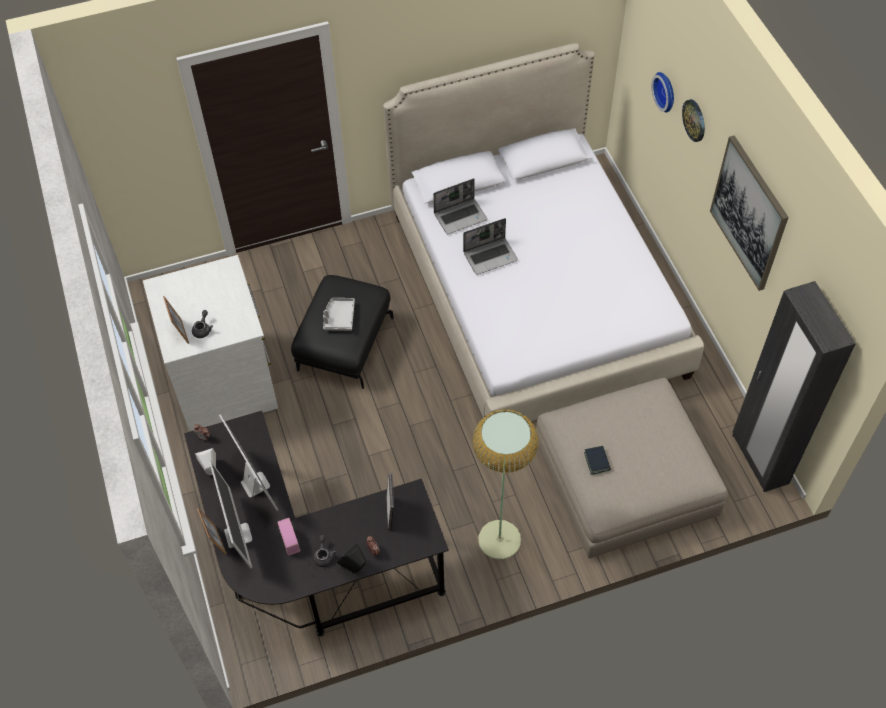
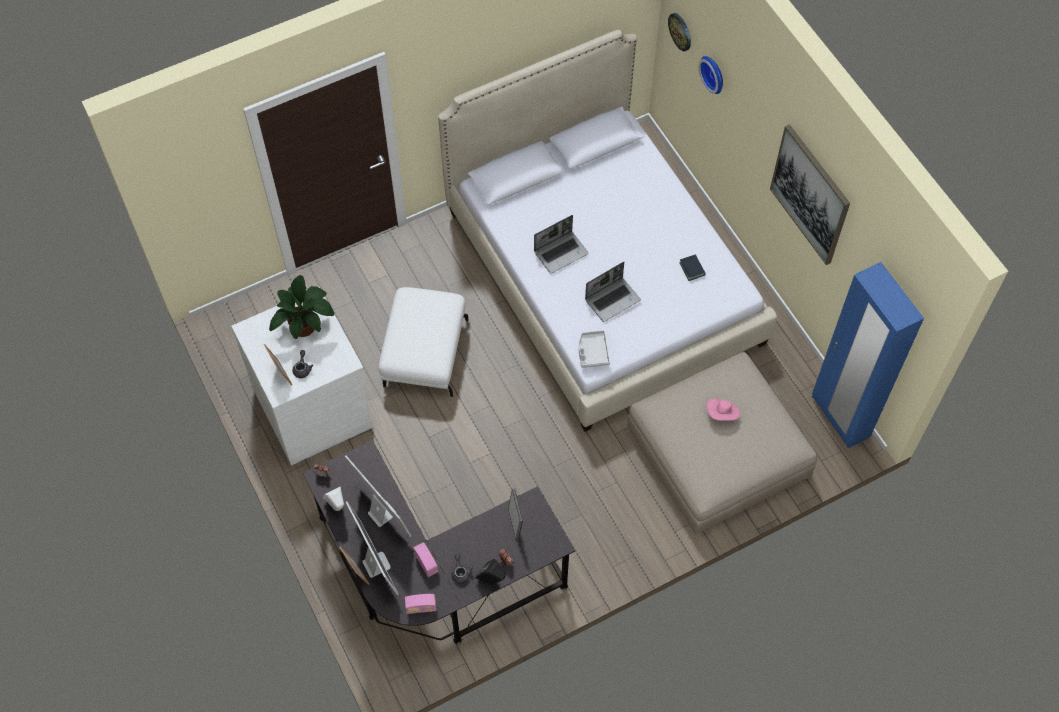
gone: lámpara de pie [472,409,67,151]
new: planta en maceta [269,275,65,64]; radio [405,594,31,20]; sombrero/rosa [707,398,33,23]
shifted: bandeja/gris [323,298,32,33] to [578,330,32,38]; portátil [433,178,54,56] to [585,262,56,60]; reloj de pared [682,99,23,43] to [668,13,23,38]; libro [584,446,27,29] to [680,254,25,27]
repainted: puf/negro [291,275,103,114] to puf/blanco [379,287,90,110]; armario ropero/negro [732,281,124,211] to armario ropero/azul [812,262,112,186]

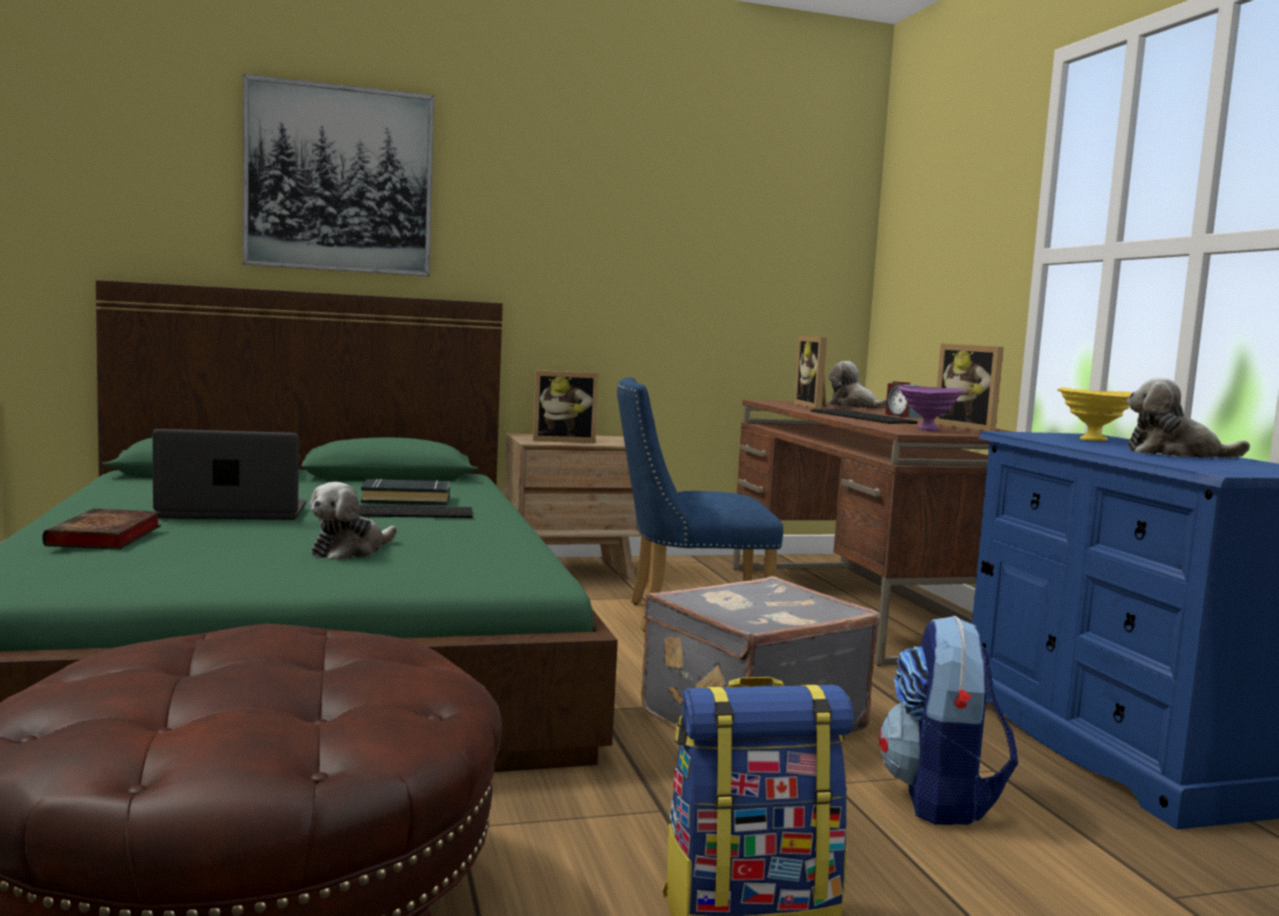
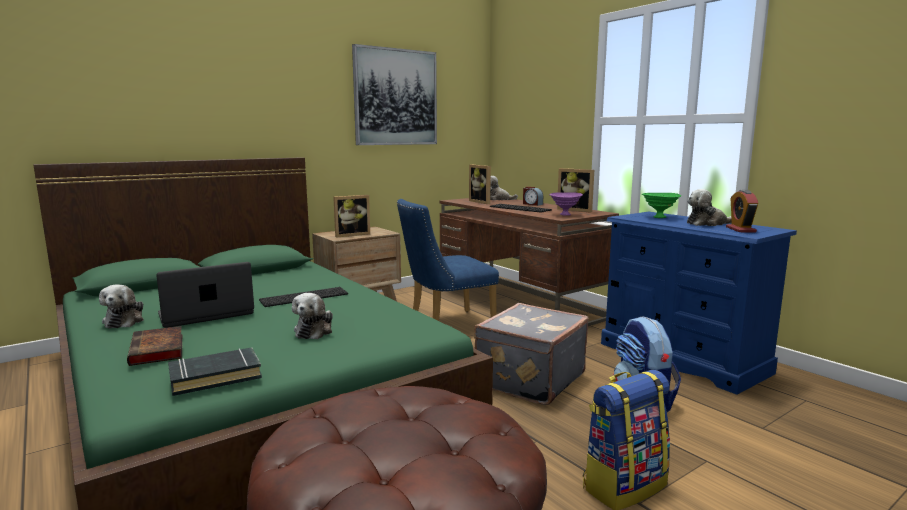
new: peluche [99,284,45,45]; despertador [726,190,32,43]
shifted: libro/negro [361,479,89,26] to [168,347,94,49]; cuadro [243,74,191,202] to [352,44,85,101]
repainted: cuenco/amarillo [1057,387,76,54] to cuenco/verde [642,193,39,25]

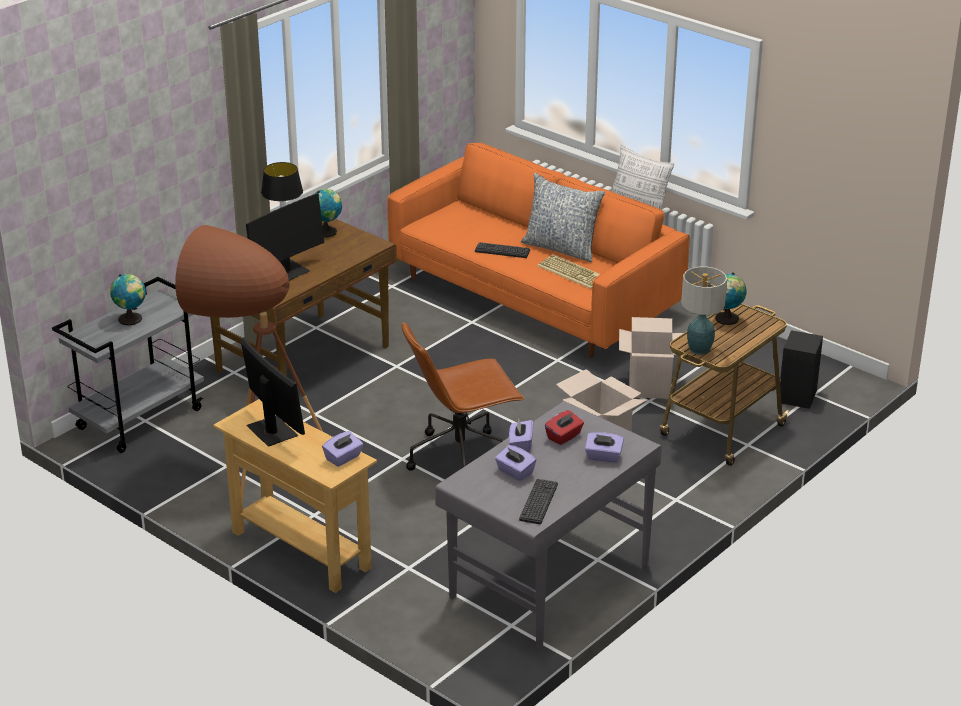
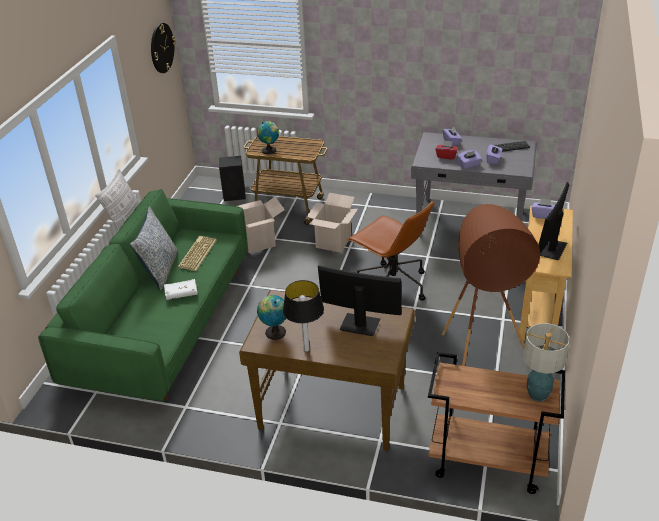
gone: globo terráqueo [110,274,36,52]
new: reloj de pared [151,23,24,50]
shifted: lámpara de mesa [681,267,46,88] to [523,323,47,79]
swapped: teclado [475,242,55,16] to libro/blanco [164,279,34,21]
repainted: sofá/naranja [387,143,303,215] to sofá/verde [38,189,210,213]; carrito/gris [52,277,152,176] to carrito/marrón [428,352,137,142]

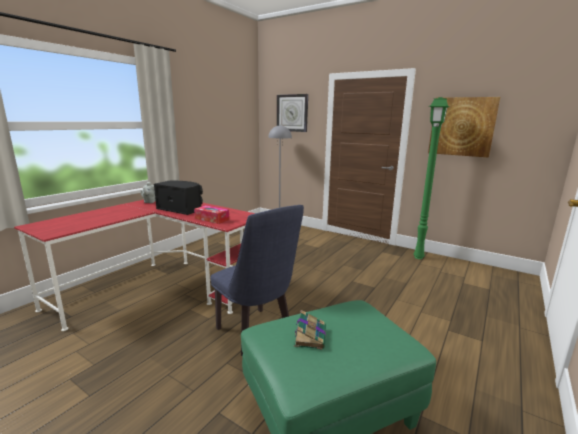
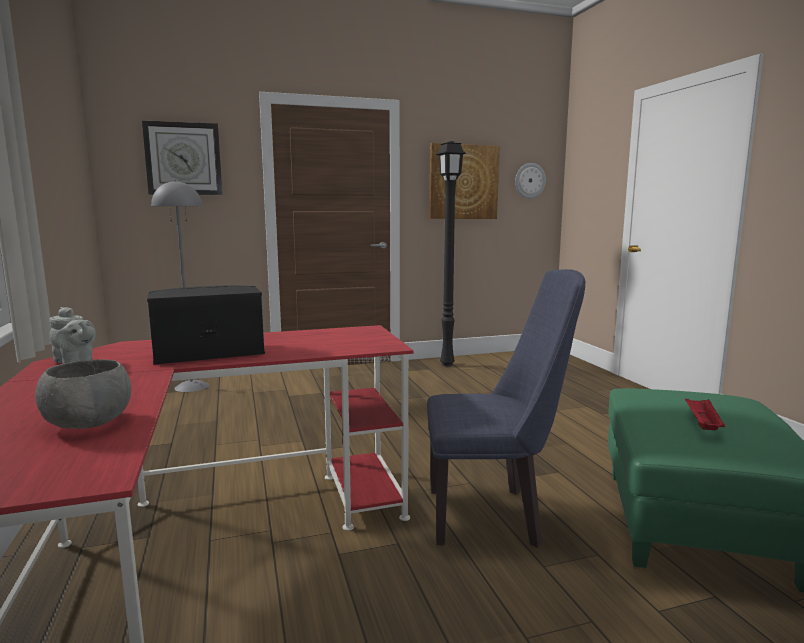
gone: caja de pañuelos [194,205,35,19]
new: cuenco/gris [35,359,96,70]; reloj de pared [515,163,31,35]
swapped: libro [294,310,32,39] to bandeja/rojo [685,398,40,32]
repainted: lámpara de pie/verde [413,97,36,162] to lámpara de pie/negro [436,141,30,225]

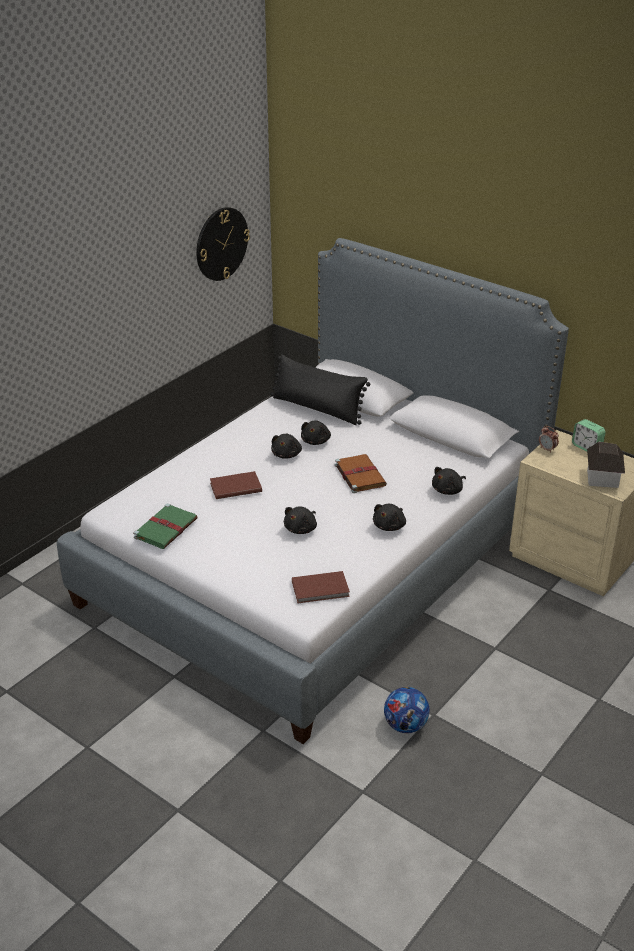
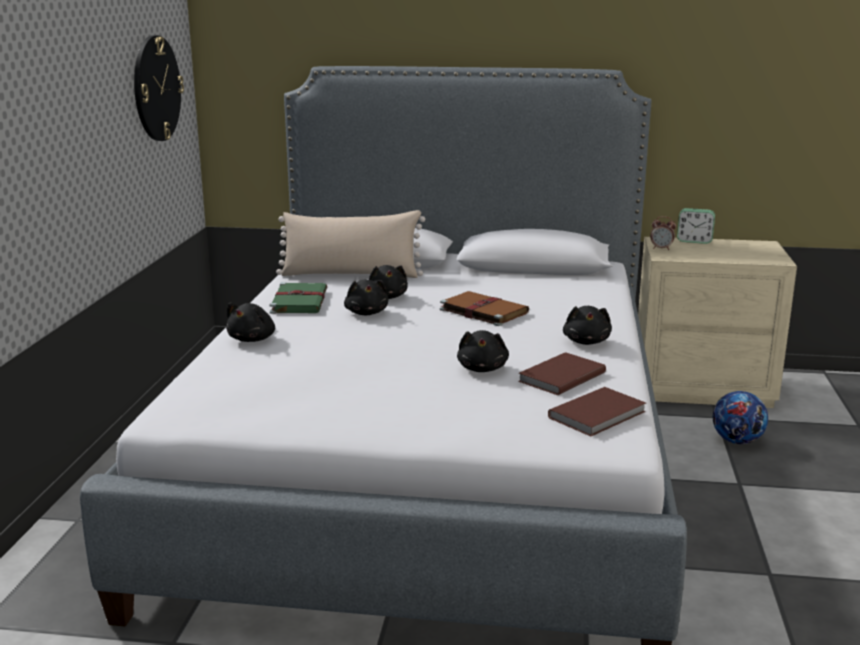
gone: casita [587,442,38,46]
shifted: peluche/negro [432,467,34,28] to [226,302,49,40]; libro/verde [133,504,65,45] to [269,282,58,32]; libro/marrón [210,471,52,28] to [518,352,88,43]; balón de fútbol [384,687,46,46] to [713,391,55,53]
repainted: cojín/negro [270,354,101,71] to cojín/beis [276,210,149,68]

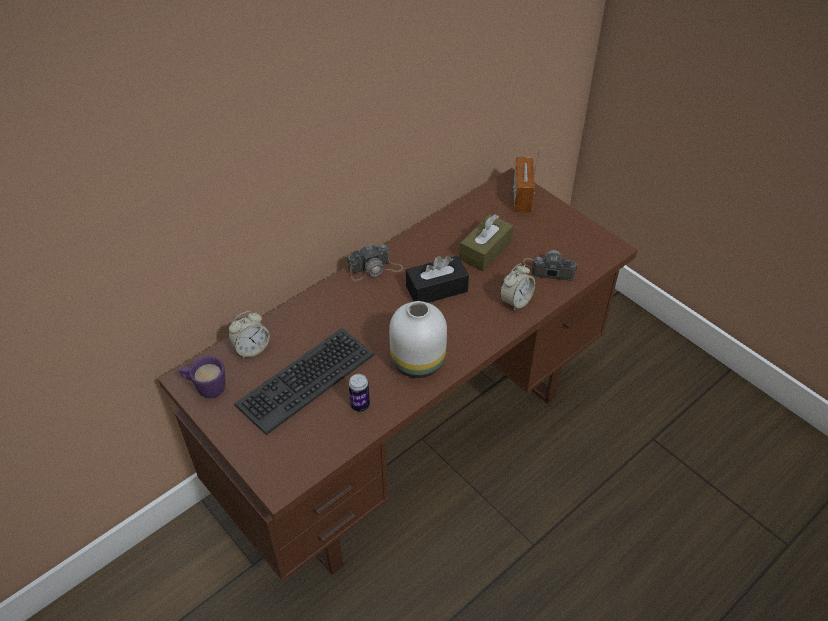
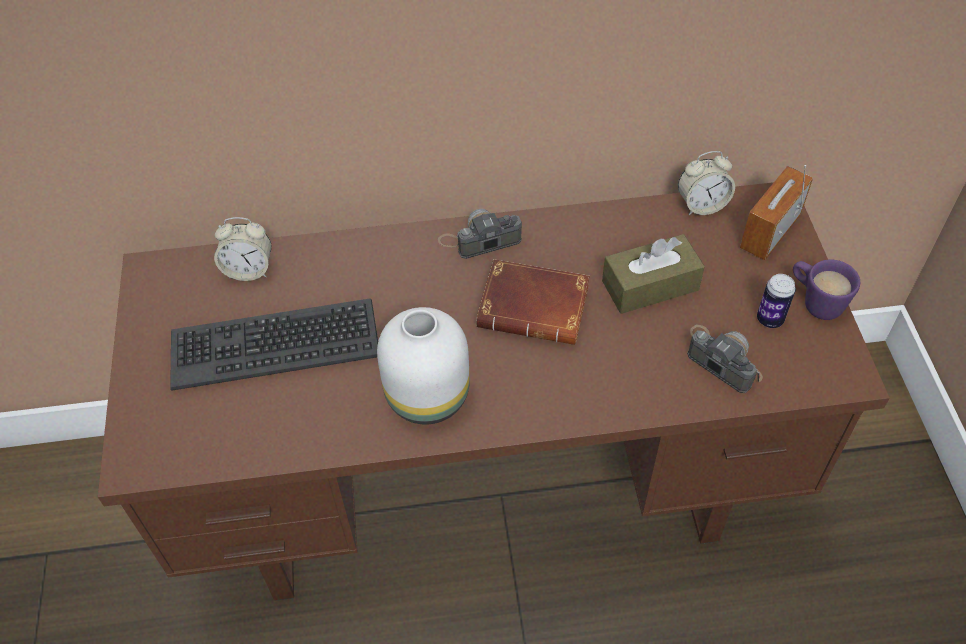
shifted: despertador [500,263,35,48] to [678,151,57,64]; lata [348,374,22,38] to [757,274,39,54]; taza grande/morado [180,356,45,42] to [793,259,67,61]
swapped: caja de pañuelos/negro [406,256,63,47] to libro/marrón [476,259,114,86]
rotated: cámara [347,244,56,37] = [438,209,84,50] 150 degrees clockwise

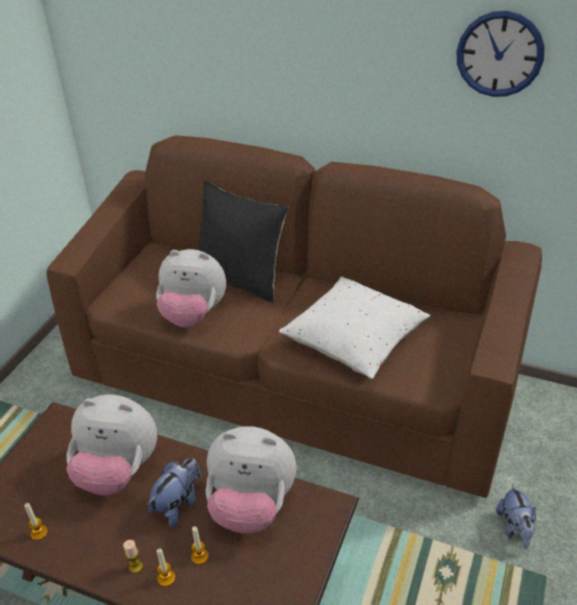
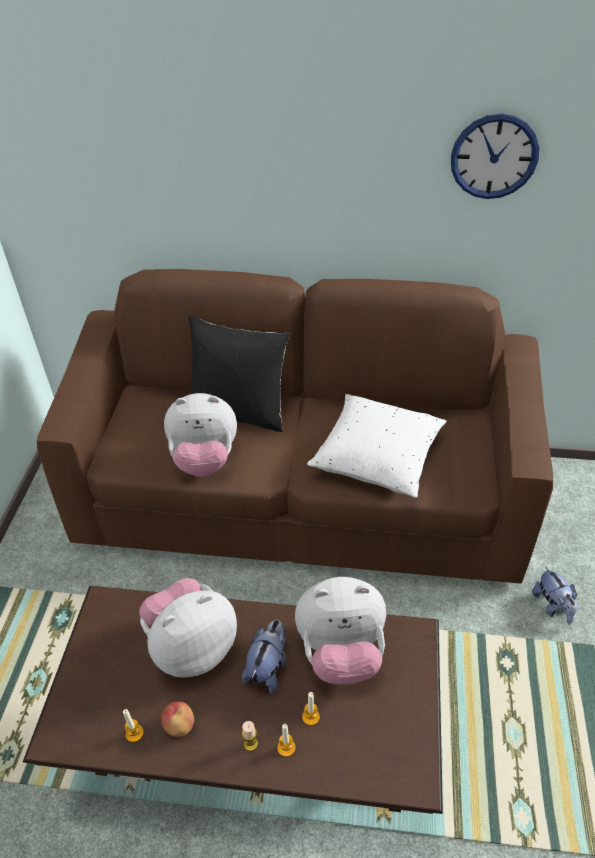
new: manzana [161,701,33,36]
rotated: peluche [66,394,91,102] = [139,578,98,100] 150 degrees clockwise

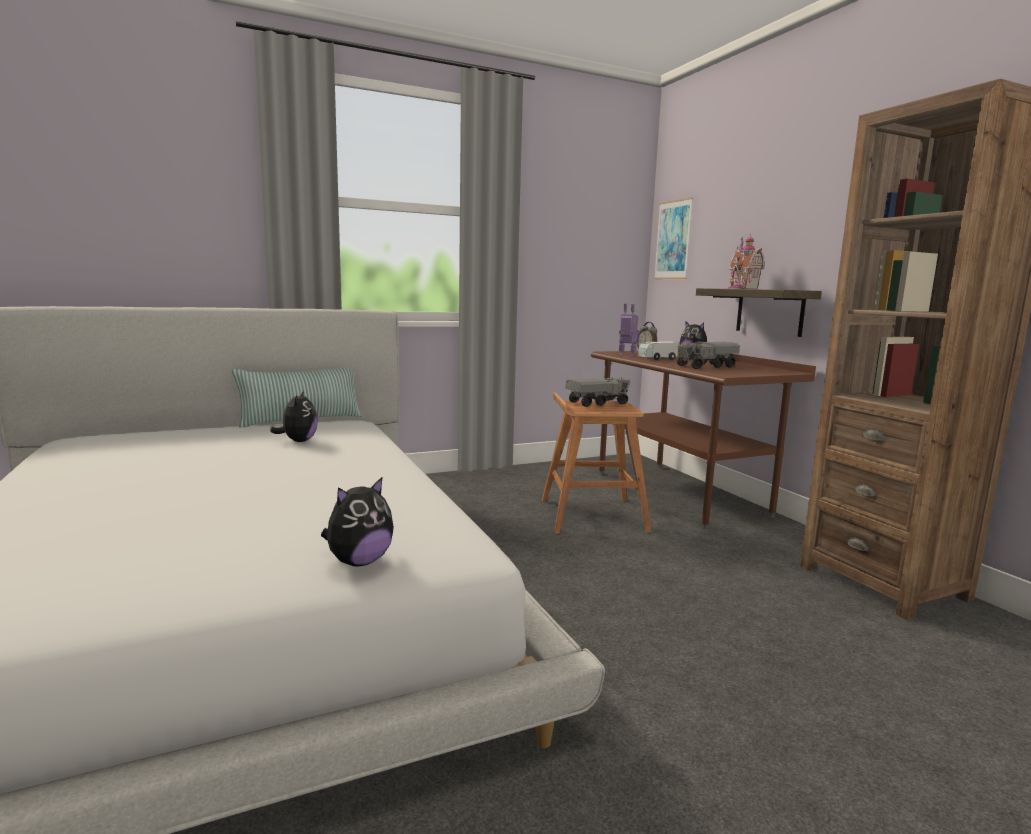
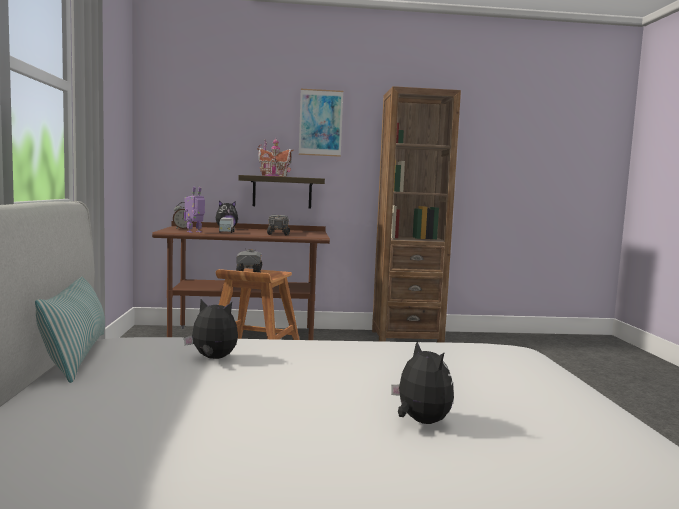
shifted: cuadro [654,197,39,82] to [299,89,44,68]; peluche [321,476,73,90] to [391,341,63,83]

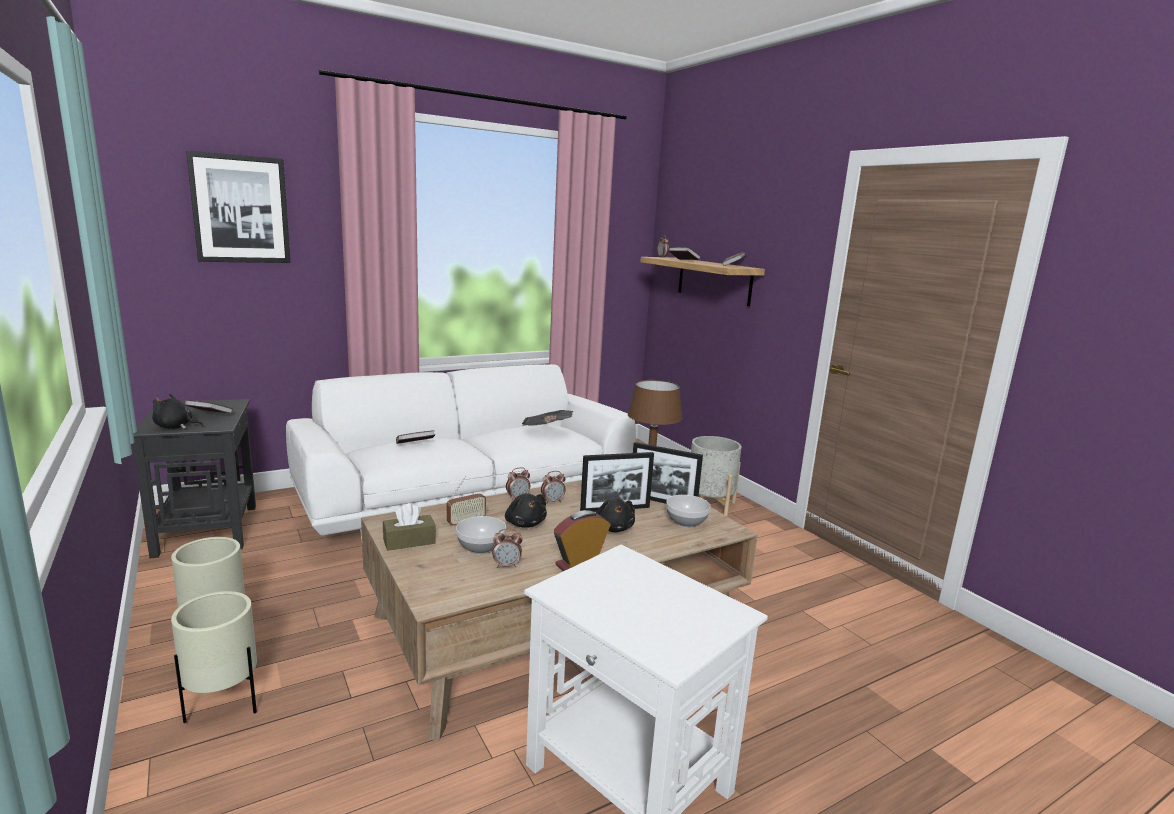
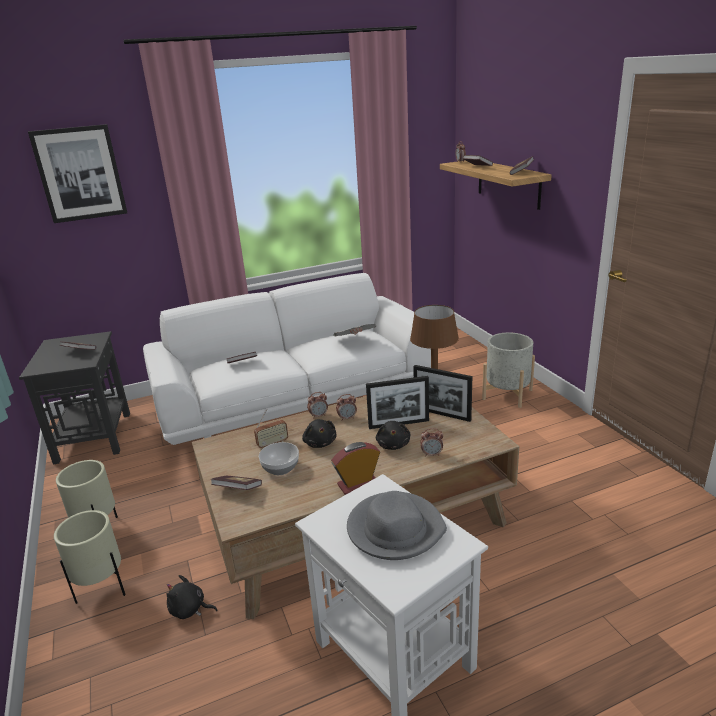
gone: caja de pañuelos/marrón [383,503,53,48]; cuenco [666,495,45,32]
new: libro [211,476,51,14]; sombrero/gris [347,491,100,69]
shifted: peluche/negro [152,394,51,35] to [167,575,51,44]; despertador [492,529,31,39] to [420,428,23,29]

